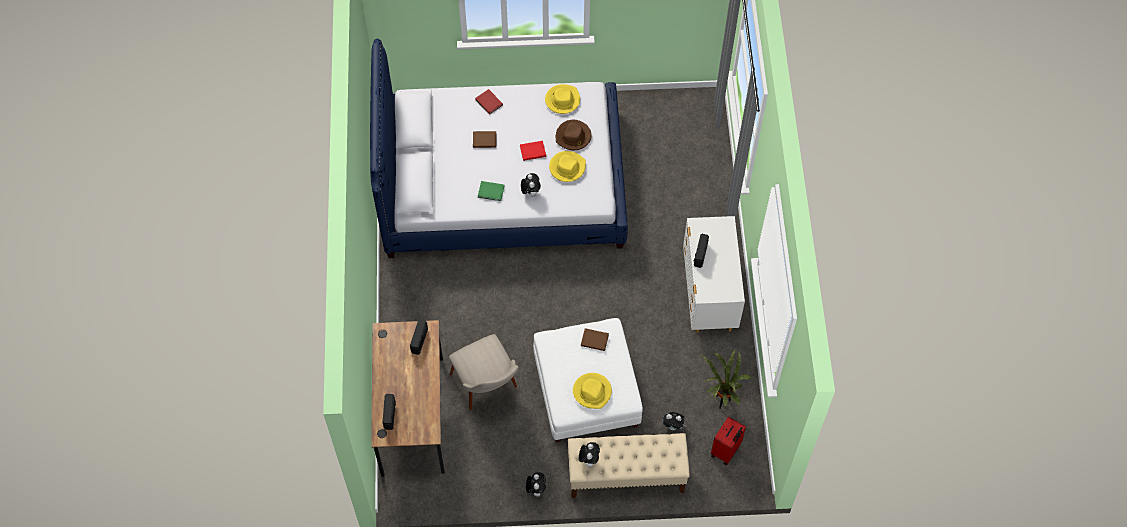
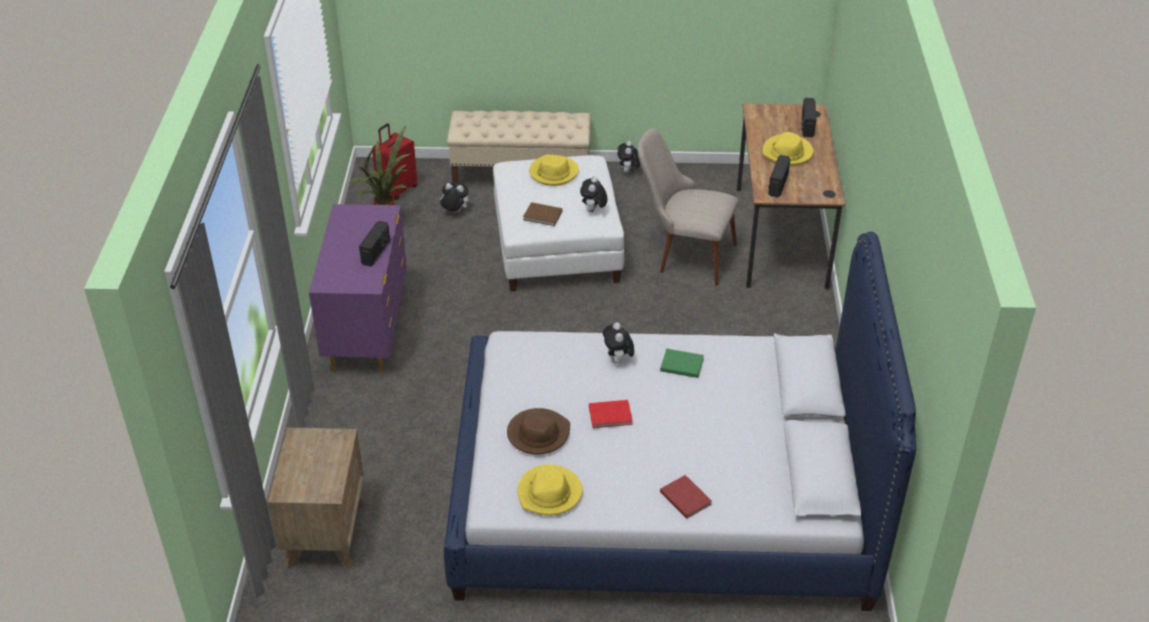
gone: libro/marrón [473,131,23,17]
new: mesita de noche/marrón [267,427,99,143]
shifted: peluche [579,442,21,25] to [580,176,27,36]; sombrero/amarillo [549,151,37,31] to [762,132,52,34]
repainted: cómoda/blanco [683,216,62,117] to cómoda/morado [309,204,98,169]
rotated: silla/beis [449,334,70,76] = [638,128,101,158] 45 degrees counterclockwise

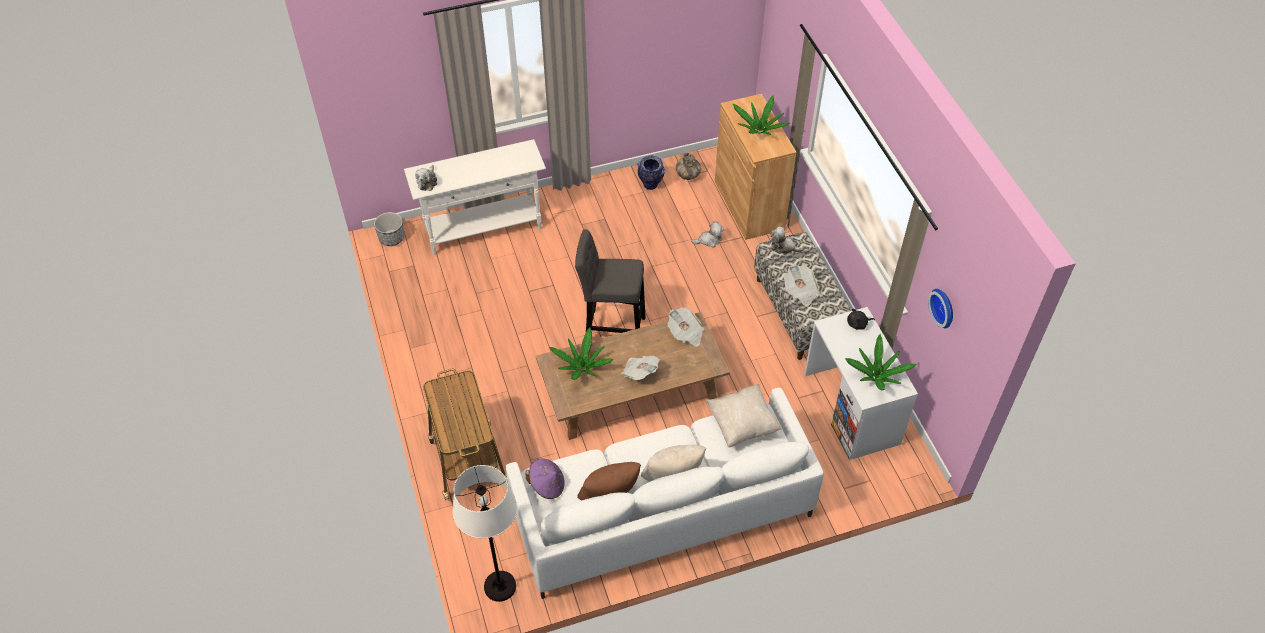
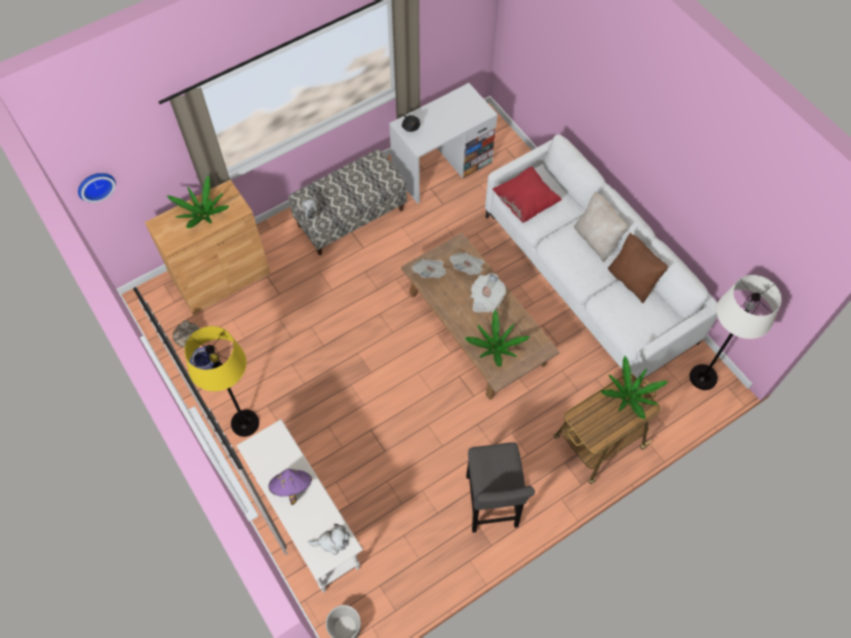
gone: peluche [691,221,33,27]
new: lámpara de pie/amarillo [184,326,75,111]
shifted: reloj de pared [928,289,25,39] to [78,173,38,30]; sombrero/morado [526,459,39,40] to [268,469,44,36]; periódico [784,264,36,42] to [449,252,35,23]; taburete/gris [575,229,71,104] to [466,442,69,91]; planta en maceta [845,334,72,56] to [601,356,67,63]
repainted: cojín/beis [705,384,77,63] to cojín/rojo [492,166,70,57]

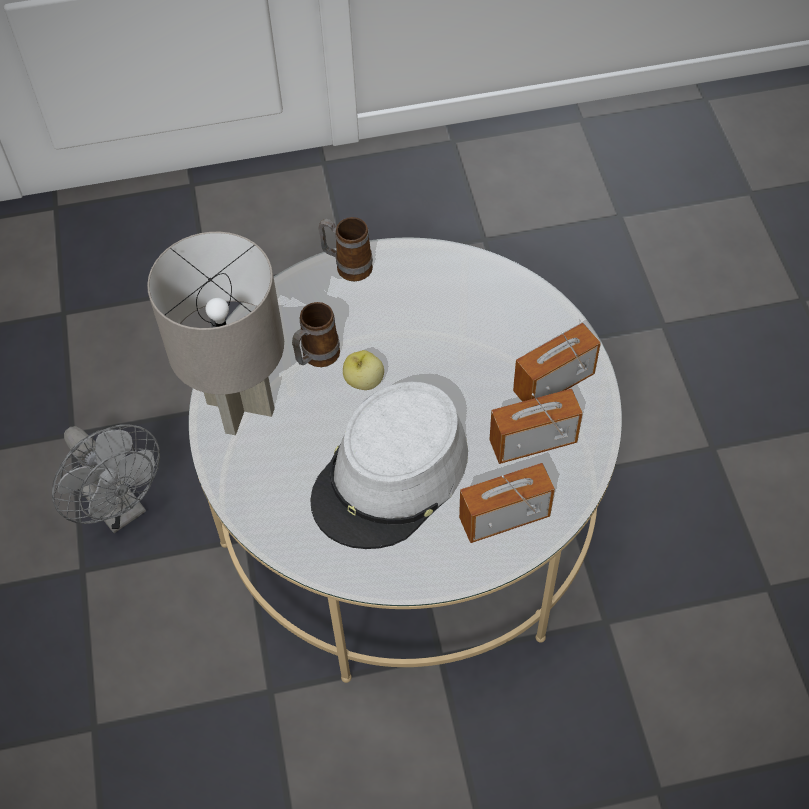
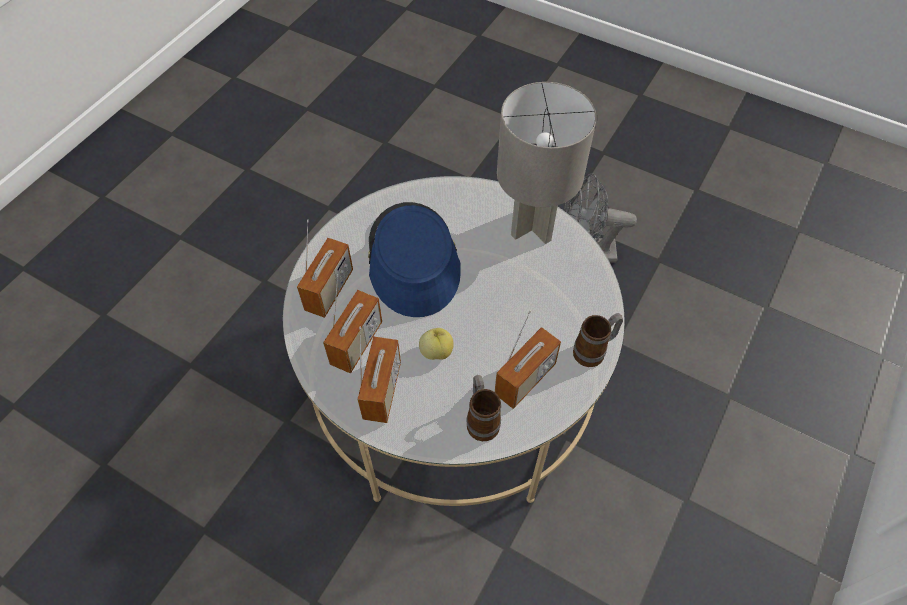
new: radio [495,310,66,99]
shifted: manzana [343,350,41,40] to [419,328,35,32]; taza grande [292,302,48,65] to [466,375,35,66]
repainted: sombrero/gris [310,382,158,167] to sombrero/azul [368,202,93,115]

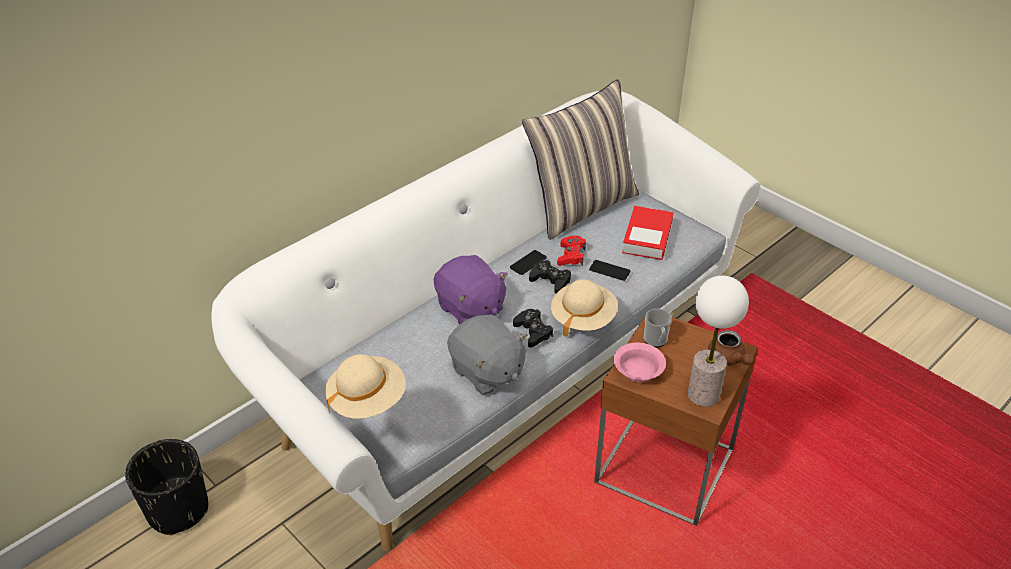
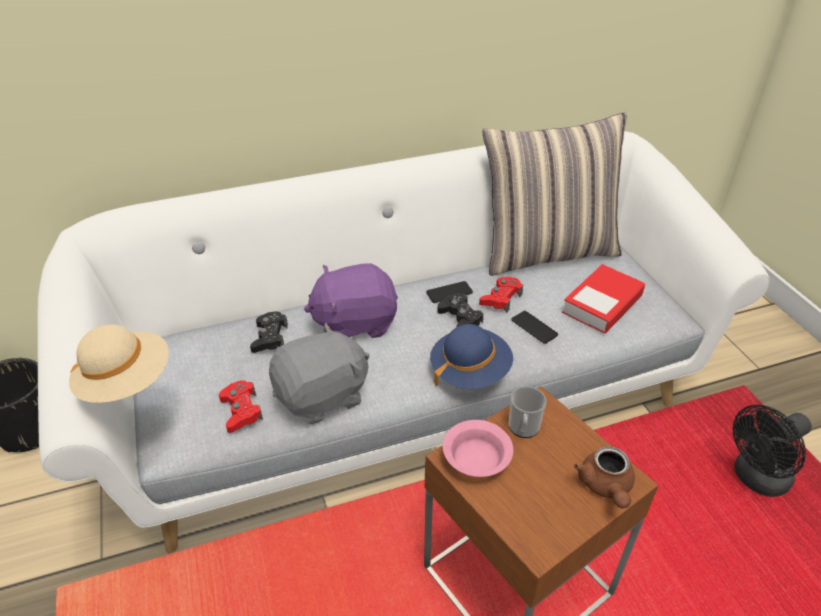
gone: lámpara de mesa [688,276,61,131]
new: mando de consola/rojo [219,380,44,53]; ventilador/negro [733,405,79,92]
shifted: mando de consola/negro [513,309,40,39] to [250,312,38,41]
repainted: sombrero/beis [551,279,67,58] to sombrero/azul [430,324,83,65]
rotated: peluche/gris [447,314,81,81] = [269,322,101,102] 105 degrees counterclockwise; peluche/morado [434,255,74,70] = [304,263,94,75] 90 degrees clockwise

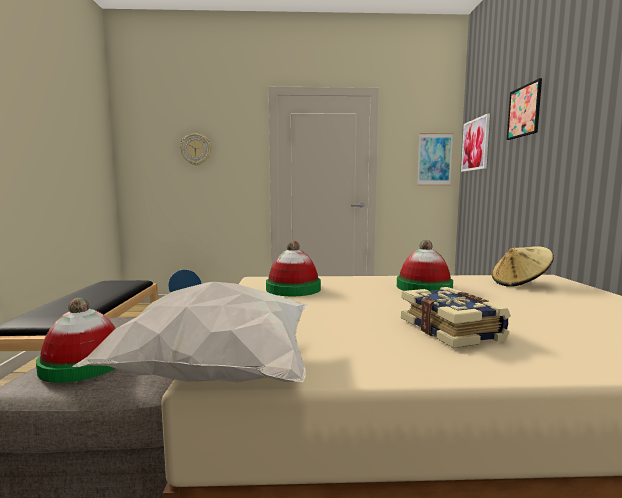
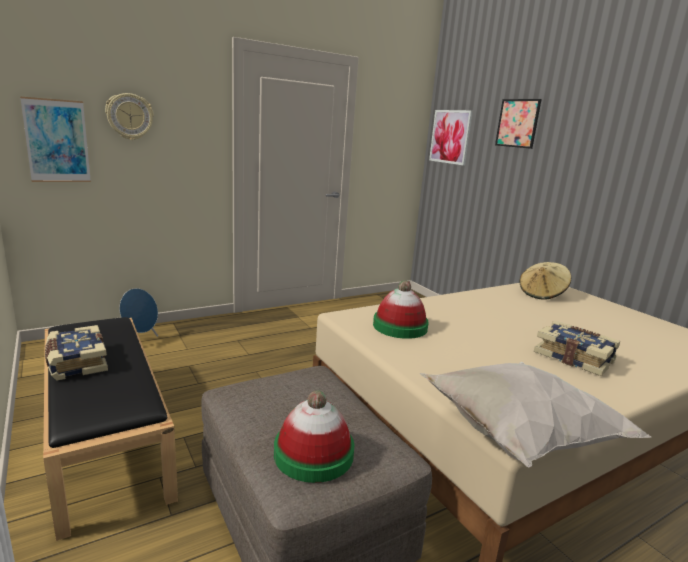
gone: sombrero [397,240,56,51]
new: libro [45,325,63,56]
shifted: cuadro [417,133,36,53] to [20,97,71,85]

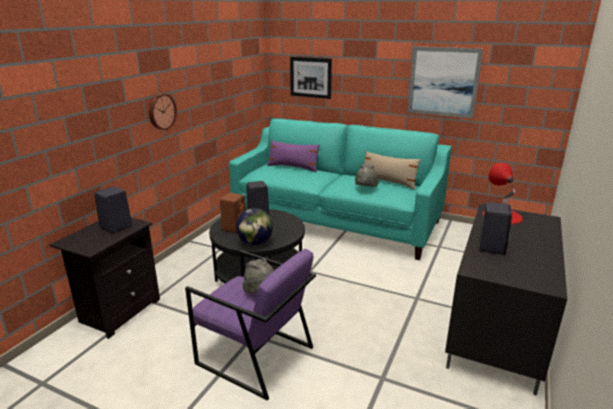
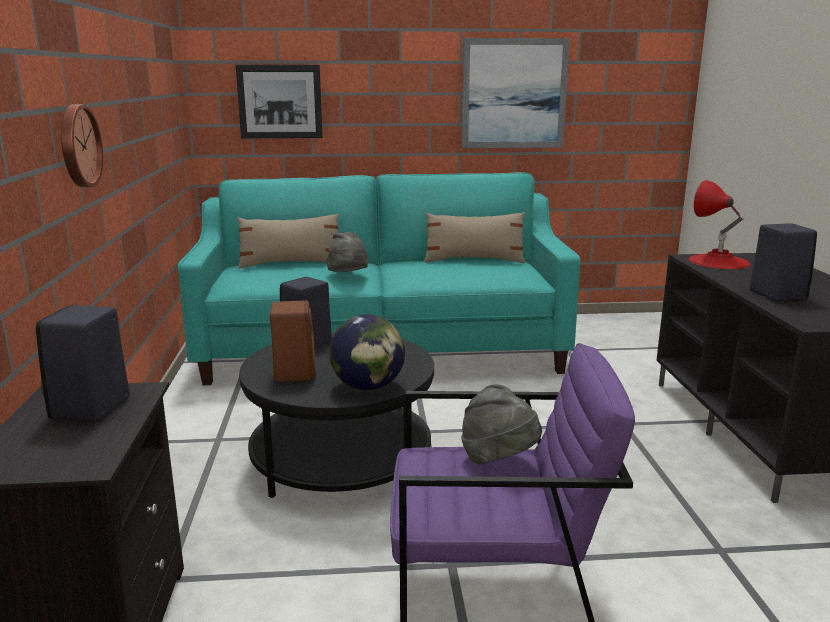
shifted: sombrero/gris [355,164,24,22] to [326,232,42,40]
repainted: cojín/morado [267,140,53,32] to cojín/beis [237,214,102,55]

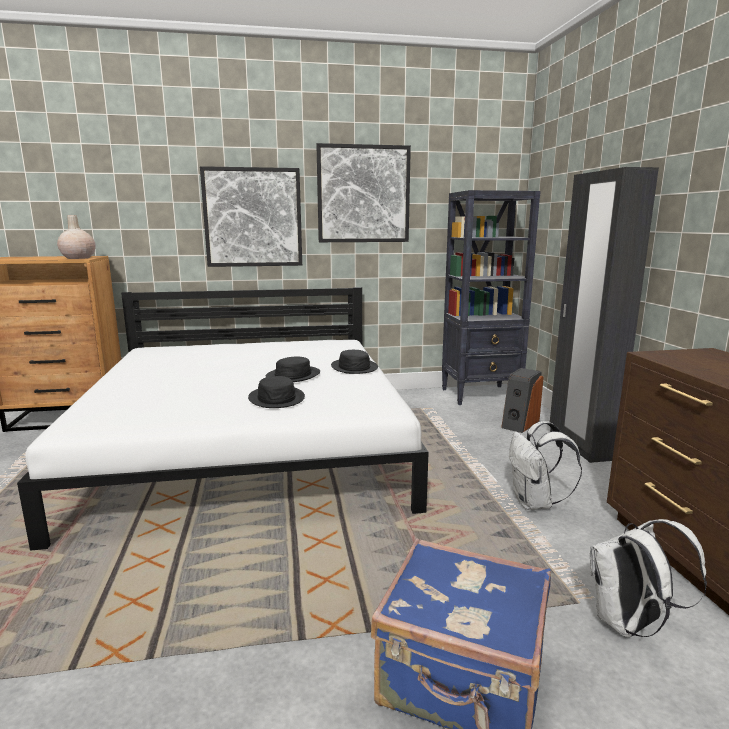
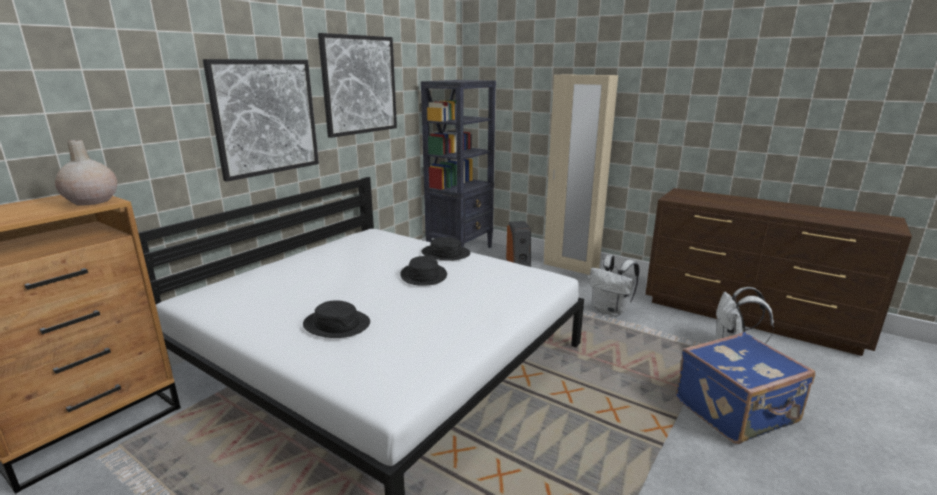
shifted: sombrero/negro [248,376,57,32] to [303,300,67,38]
repainted: armario ropero/negro [550,167,109,296] to armario ropero/beis [544,74,74,201]

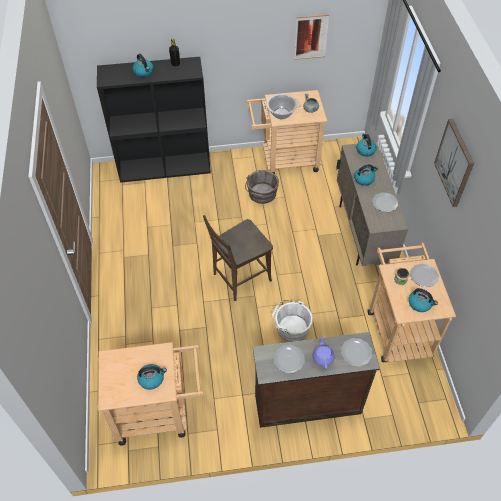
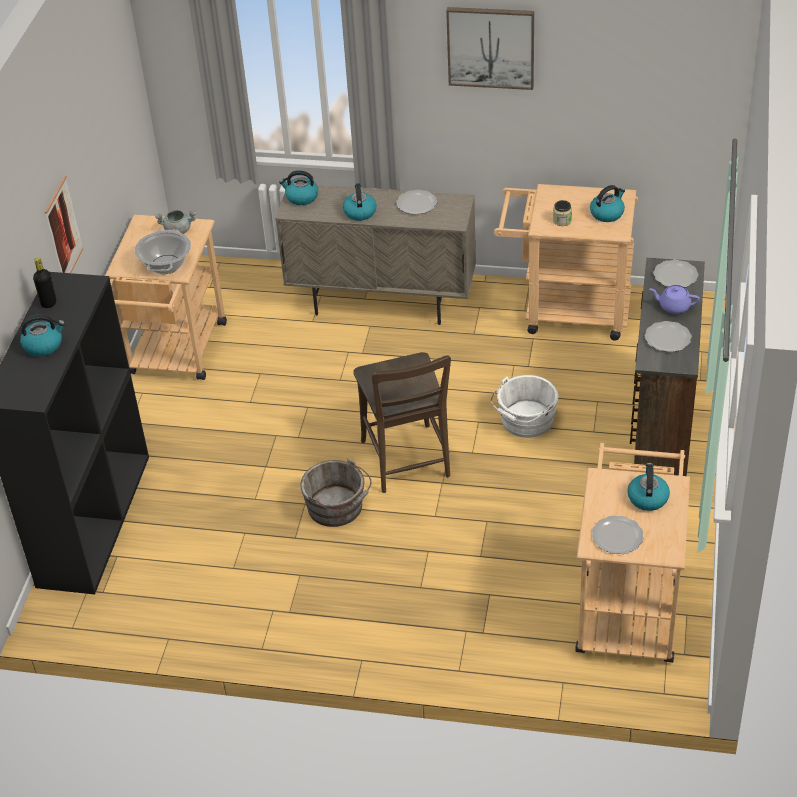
shifted: cuadro [294,14,35,46] to [45,176,38,97]; cubo/gris [245,170,34,34] to [300,459,71,68]; plato [410,264,29,23] to [592,516,52,38]

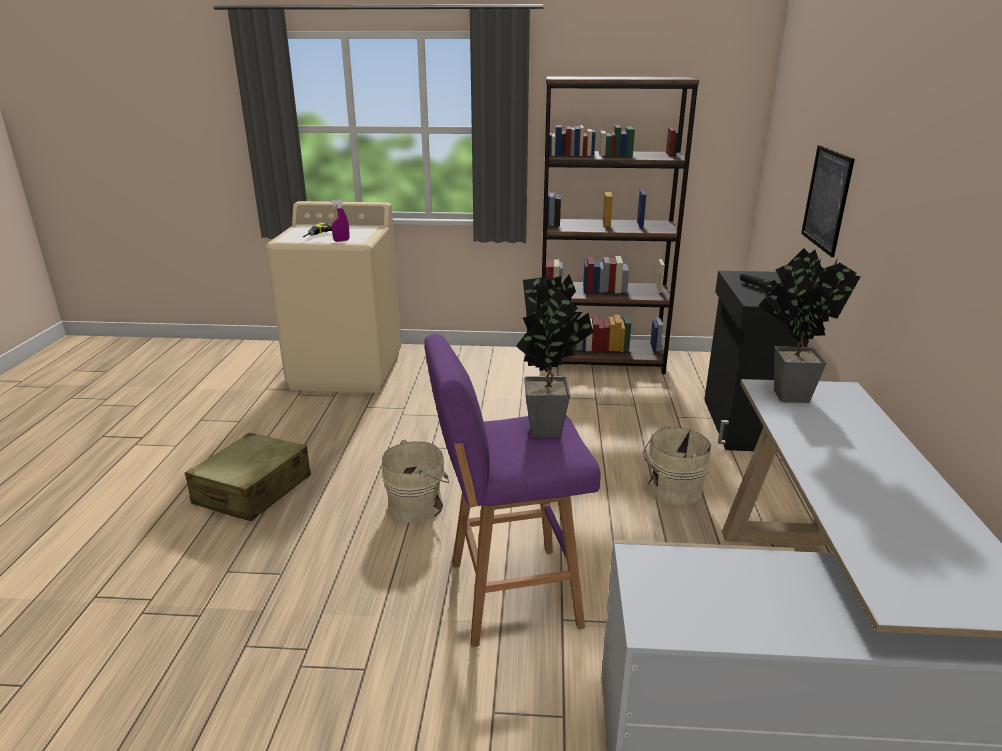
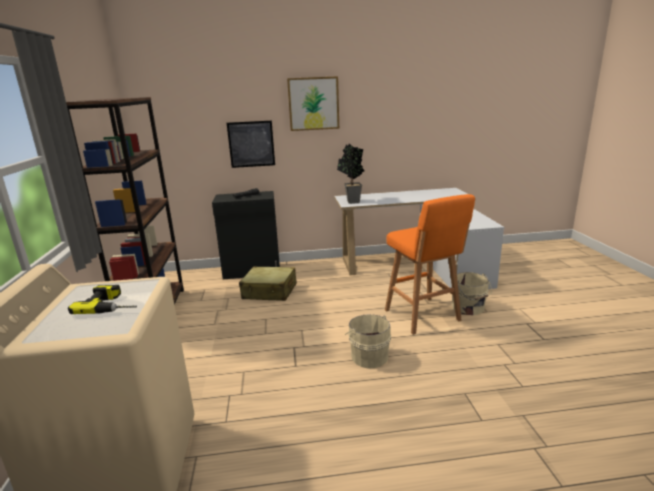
gone: pulverizador/morado [331,199,19,43]; planta en maceta [516,275,77,163]
new: cuadro [287,76,52,55]
shifted: maleta/beis [185,433,126,88] to [239,267,58,34]; cubo/beis [643,425,68,80] to [451,272,41,43]
repainted: taburete/morado [424,334,177,313] to taburete/naranja [385,194,90,141]

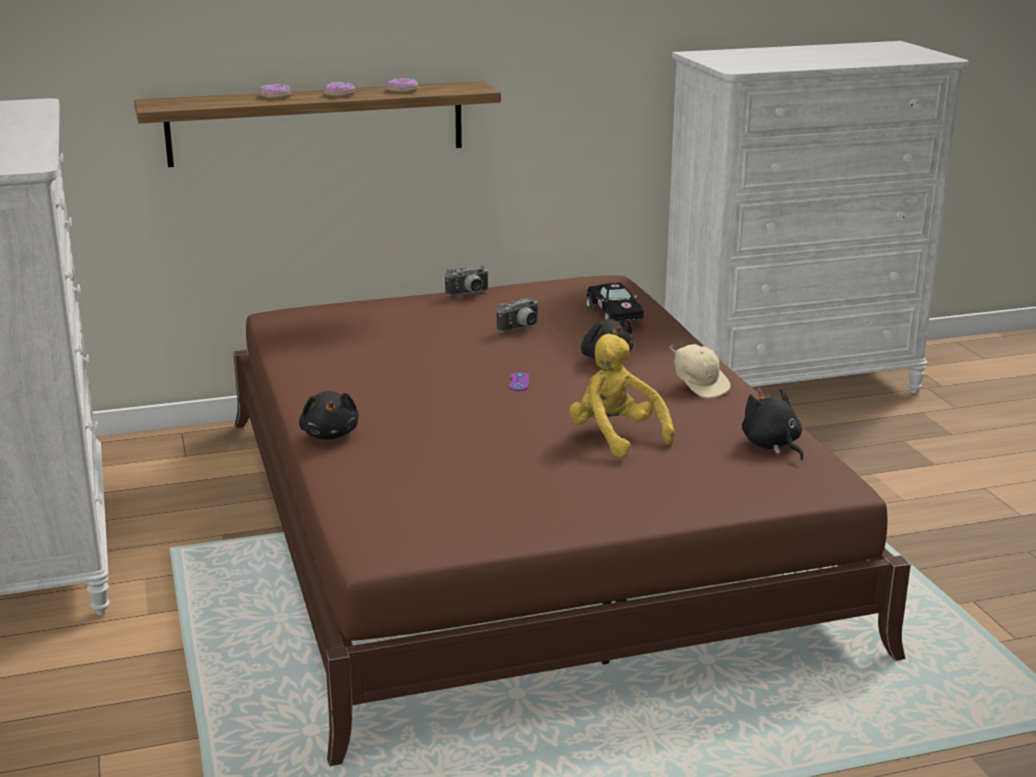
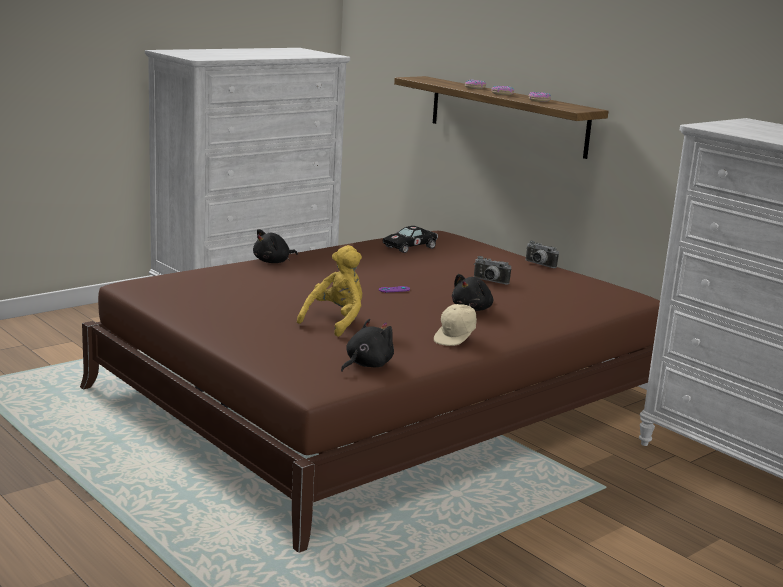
shifted: coche de juguete/negro [586,283,58,38] to [383,226,55,27]

